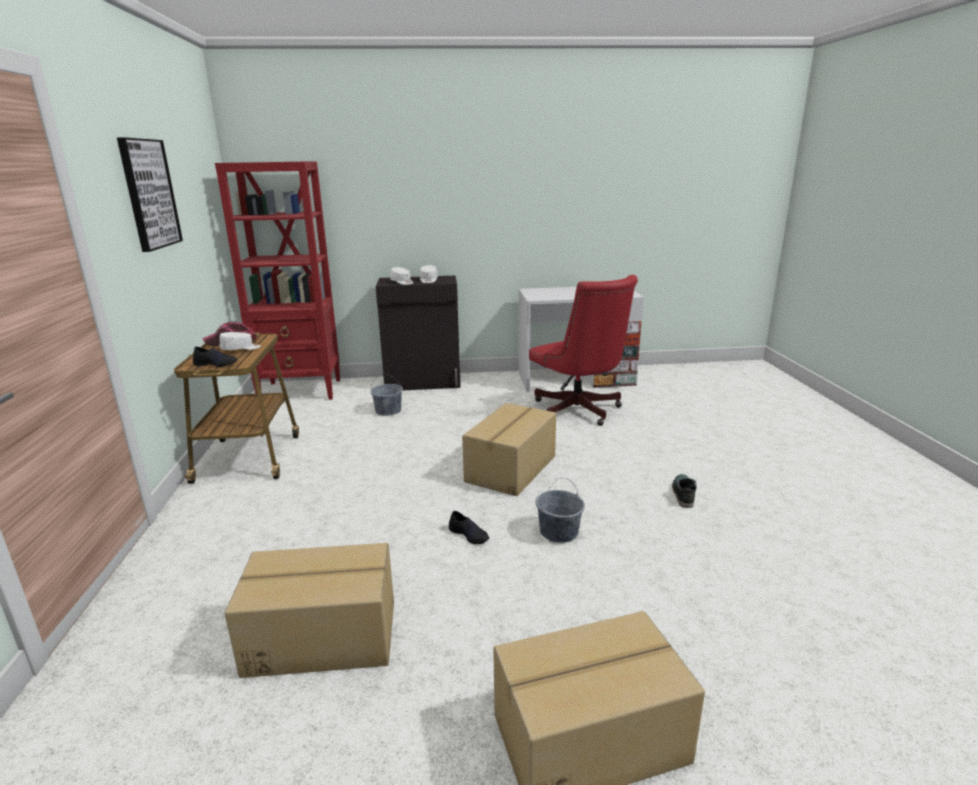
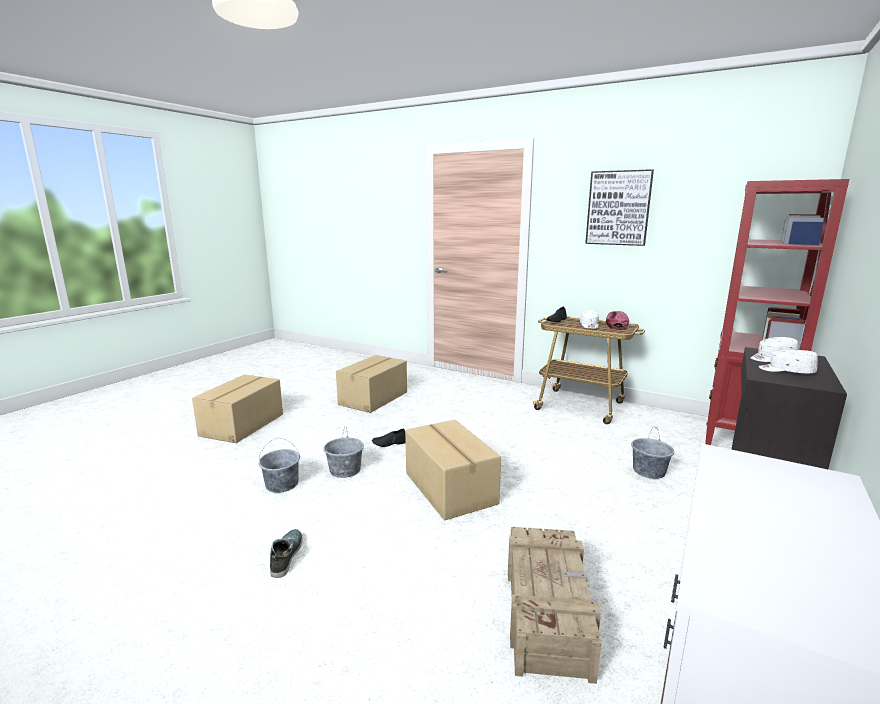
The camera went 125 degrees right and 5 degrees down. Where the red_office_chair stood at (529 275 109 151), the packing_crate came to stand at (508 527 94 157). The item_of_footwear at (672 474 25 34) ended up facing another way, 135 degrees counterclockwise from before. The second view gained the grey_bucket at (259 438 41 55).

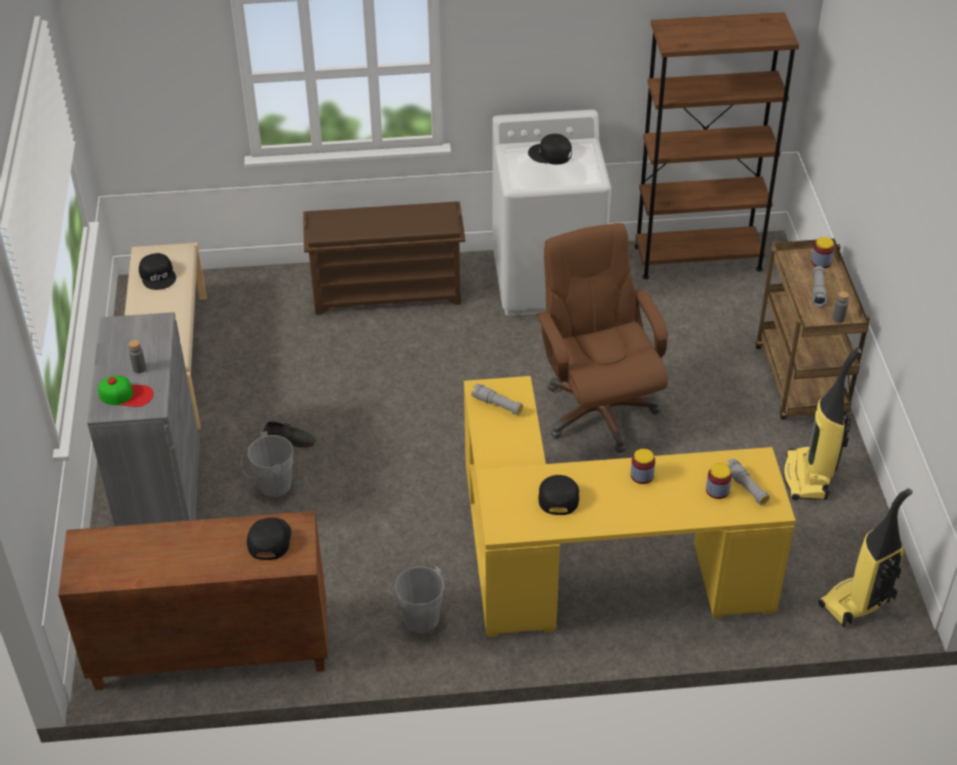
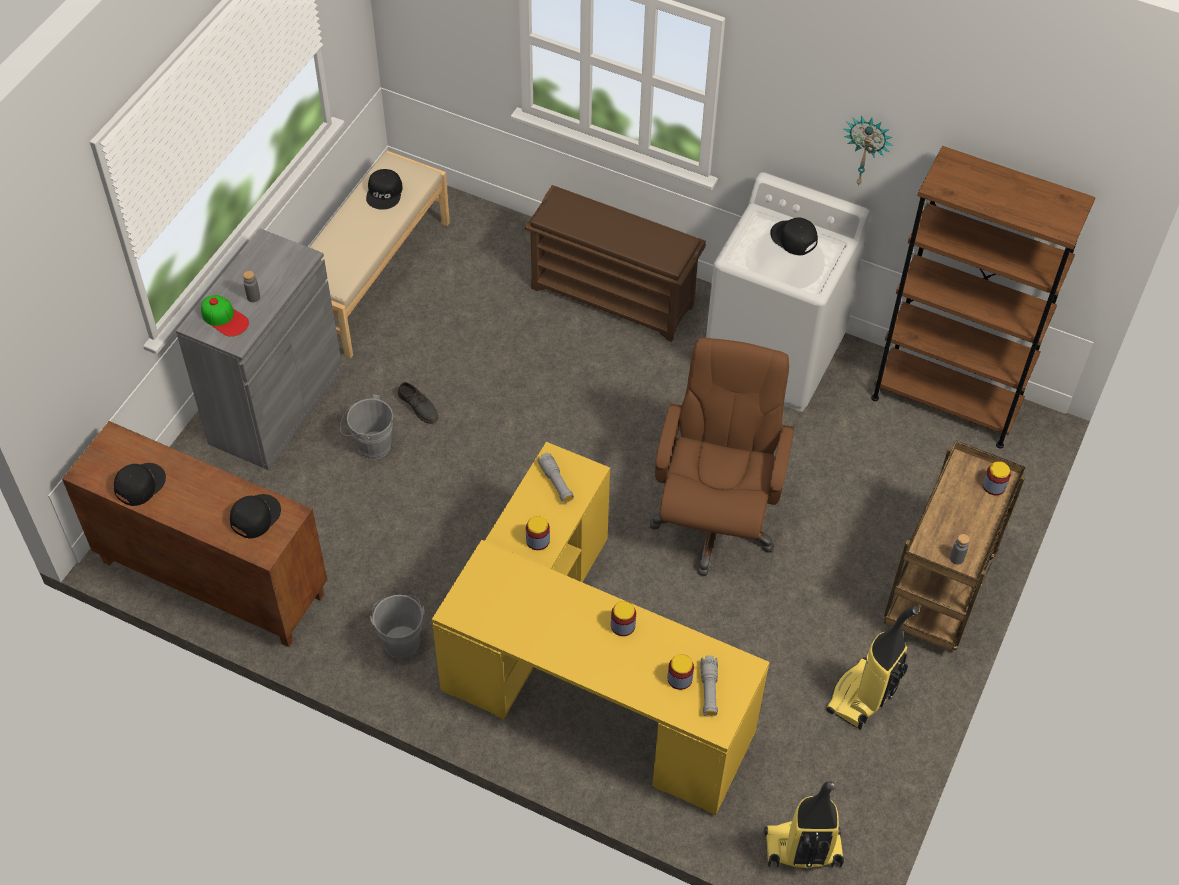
The camera went 30 degrees right and 10 degrees up. The blackish_baseball_cap ended up elsewhere, having gone from (538 475 41 40) to (114 463 52 43). The second view lost the grey_hand_torch at (812 266 15 41). The second view gained the storage_jar at (526 516 24 34). The second view gained the clock_on_the_wall at (844 115 49 71).

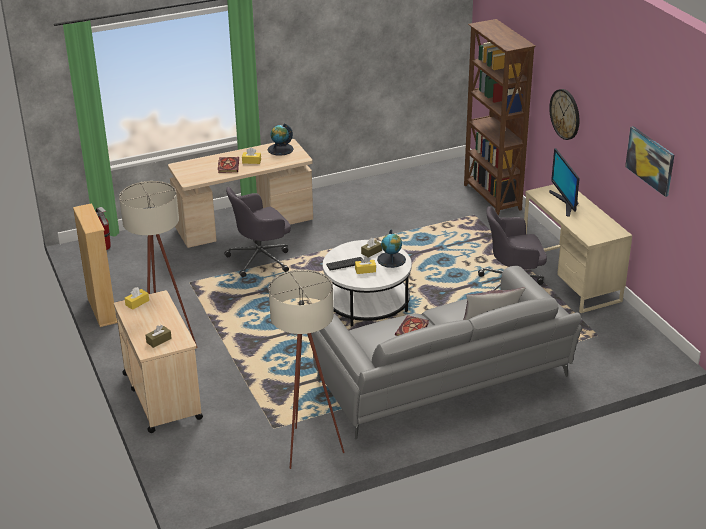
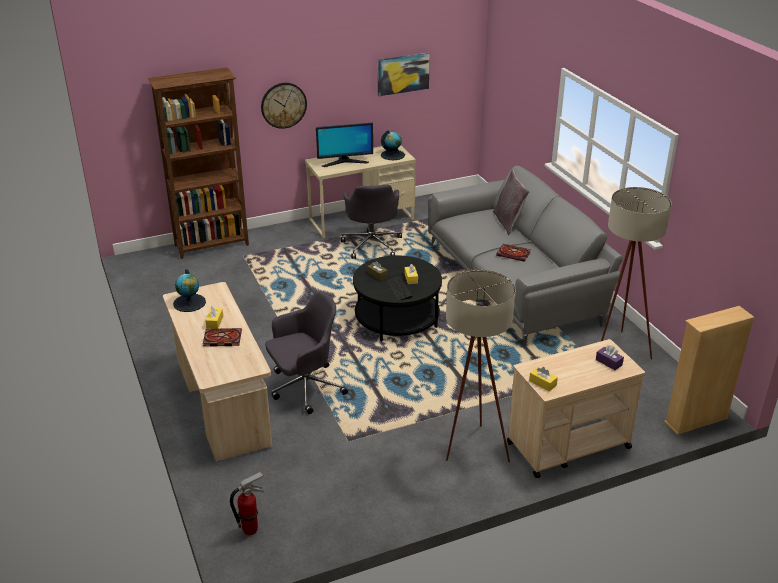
The camera went 90 degrees left and 0 degrees up. The sand-coloured_bookcase ended up elsewhere, having gone from (73 203 44 124) to (664 306 91 129). What was the brown_tissue_box at (145 325 27 23) turned into the purple-coloured_tissue_box at (596 345 28 25). The grey_office_chair at (224 187 67 90) ended up facing another way, 90 degrees counterclockwise from before. What was the white-coloured_lounge_table at (323 240 89 87) turned into the blackish_lounge_table at (353 255 89 86). The globe ended up elsewhere, having gone from (377 230 29 38) to (381 130 24 30).

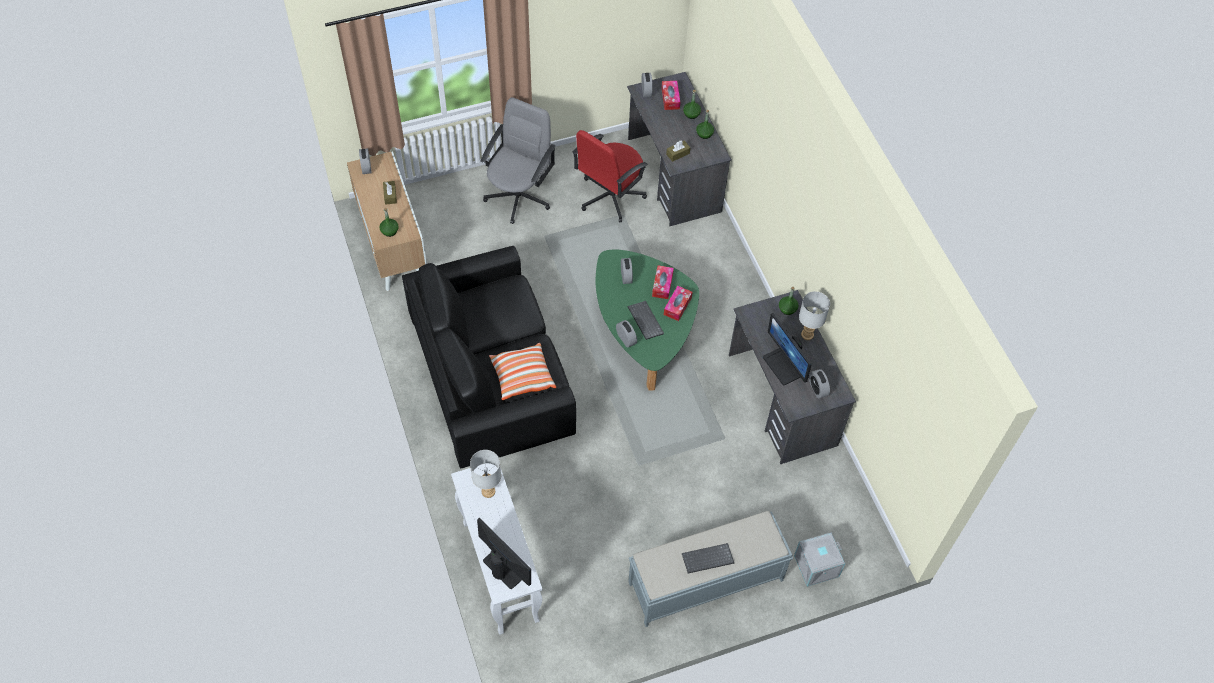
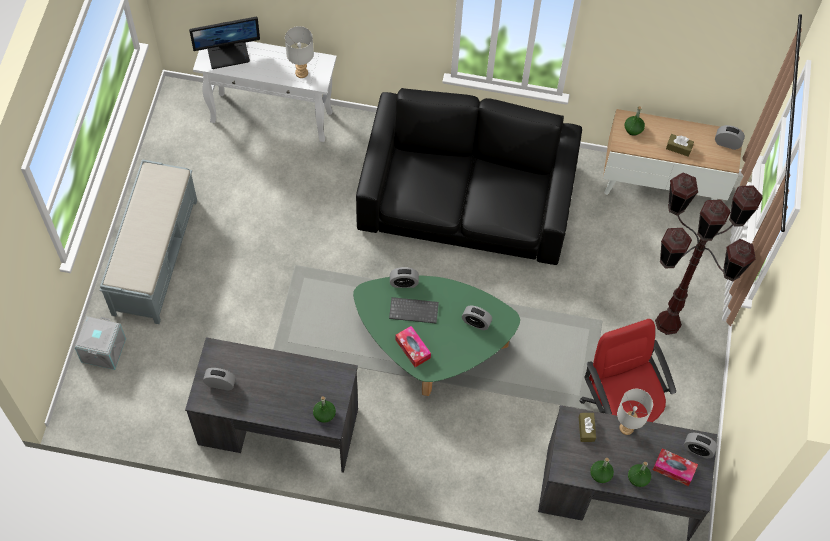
The camera went 120 degrees right and 5 degrees up. Where the grey_office_chair stood at (481 97 75 127), the brown_standing_lamp came to stand at (655 172 107 163). The second view lost the cushion at (489 343 67 57). The second view lost the tissue_box at (652 265 22 34). The second view lost the computer_keyboard at (682 543 52 31). The second view lost the computer_screen at (763 313 49 72). The grey_tabletop_lamp ended up elsewhere, having gone from (799 291 31 49) to (617 389 36 46).

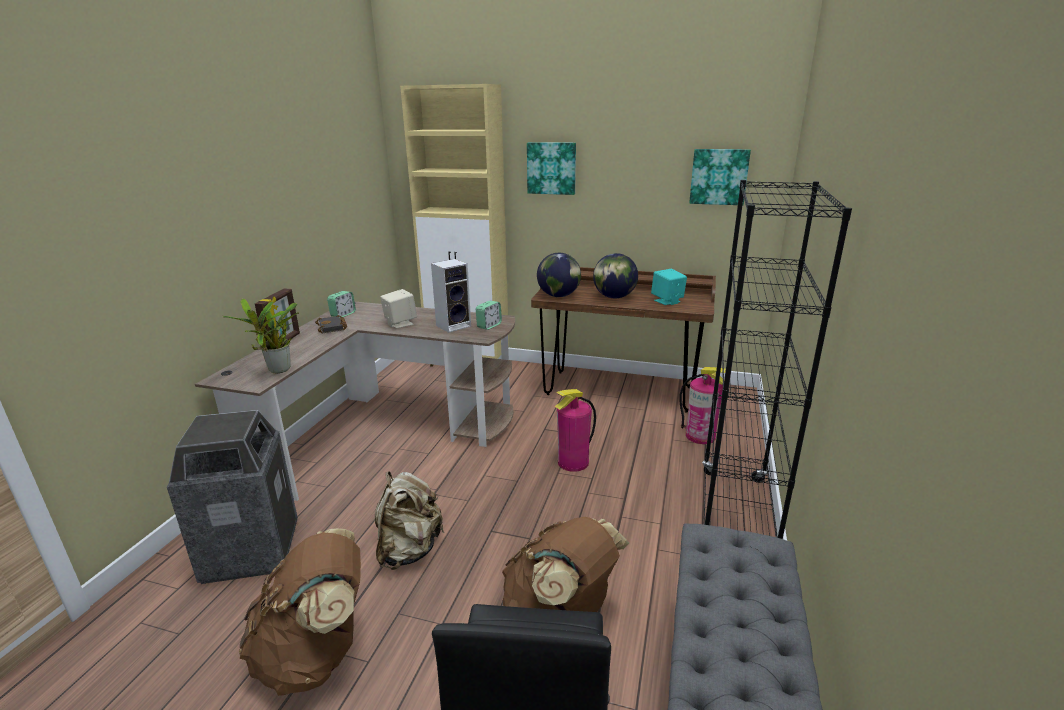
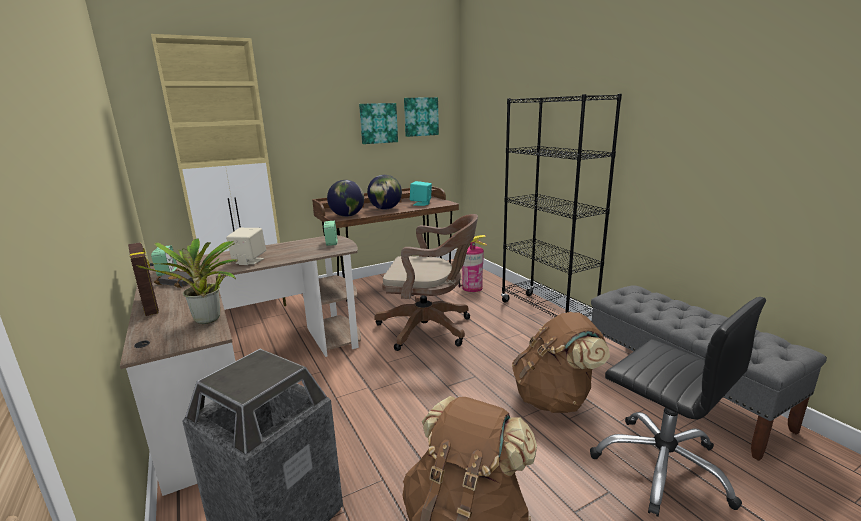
The camera went 45 degrees left and 5 degrees down. The second view lost the sand-coloured_rucksack at (375 471 69 99). The second view lost the speaker at (431 259 40 74). The wall_picture ended up elsewhere, having gone from (527 142 49 53) to (359 103 39 41). Where the fire-fighting_cylinder stood at (555 389 41 83), the brown_office_chair came to stand at (374 214 104 137).

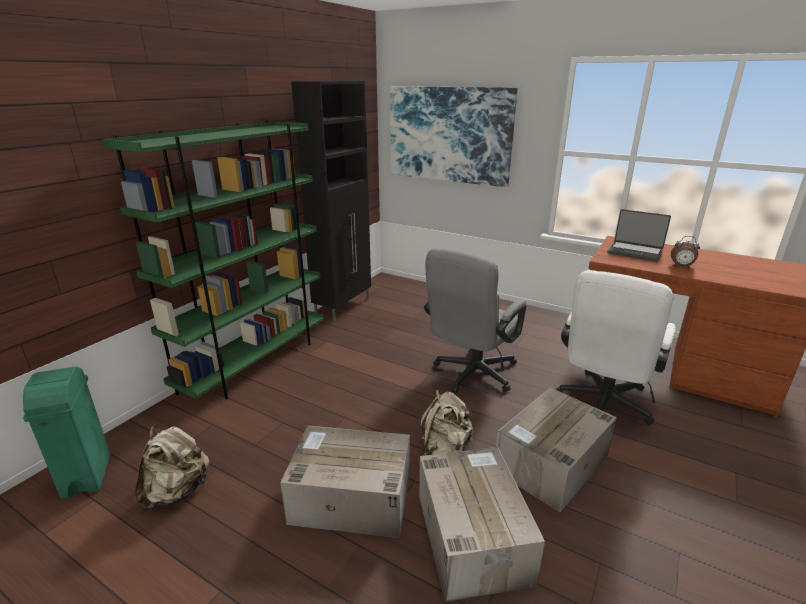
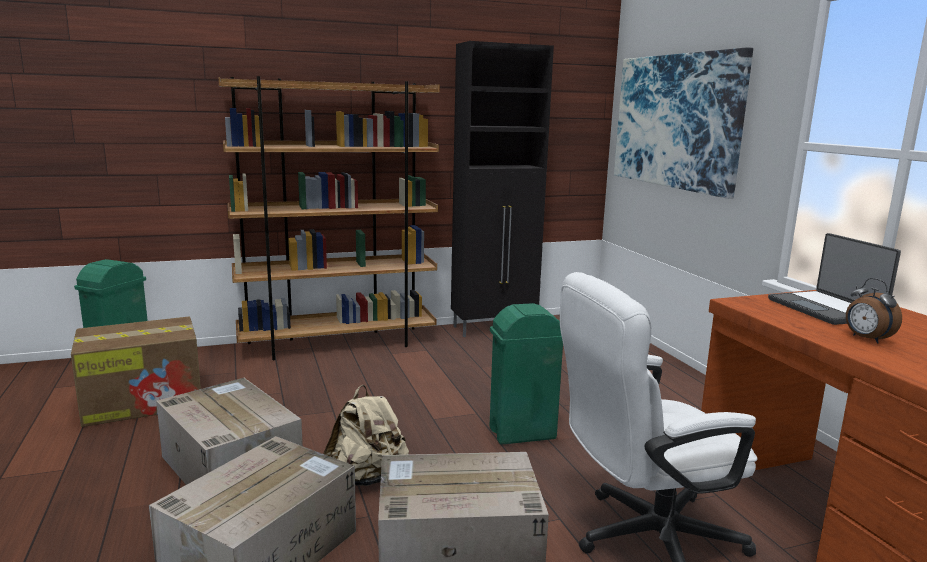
The camera went 40 degrees right and 10 degrees down. What was the greenish_bookcase at (103 120 221 280) turned into the brown_bookcase at (218 76 222 284). Where the sand-coloured_rucksack stood at (135 425 74 84), the cardboard_box came to stand at (71 317 130 110). Where the grey_office_chair stood at (424 248 102 145), the greenish_trash_can came to stand at (490 303 73 142).

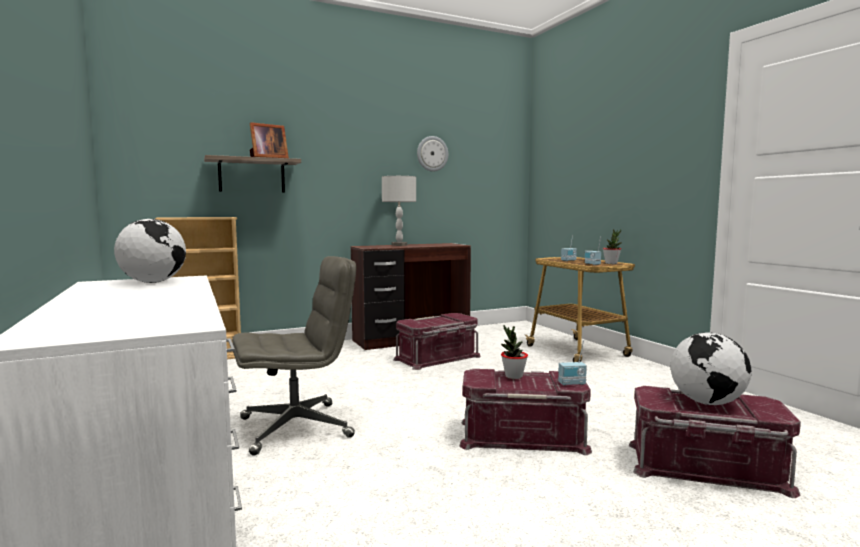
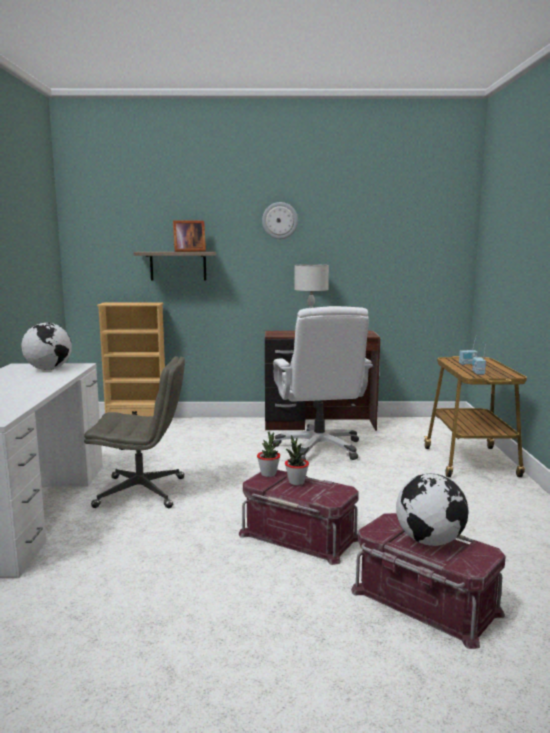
The camera went 25 degrees right and 5 degrees up. Where the red_storage_box stood at (393 313 88 57), the white-coloured_office_chair came to stand at (273 306 100 154). The clock_on_the_wall ended up elsewhere, having gone from (417 136 31 36) to (262 202 36 37). The second view lost the radio_receiver at (558 340 29 46). The plant_in_a_pot ended up elsewhere, having gone from (603 229 19 35) to (257 431 23 46).

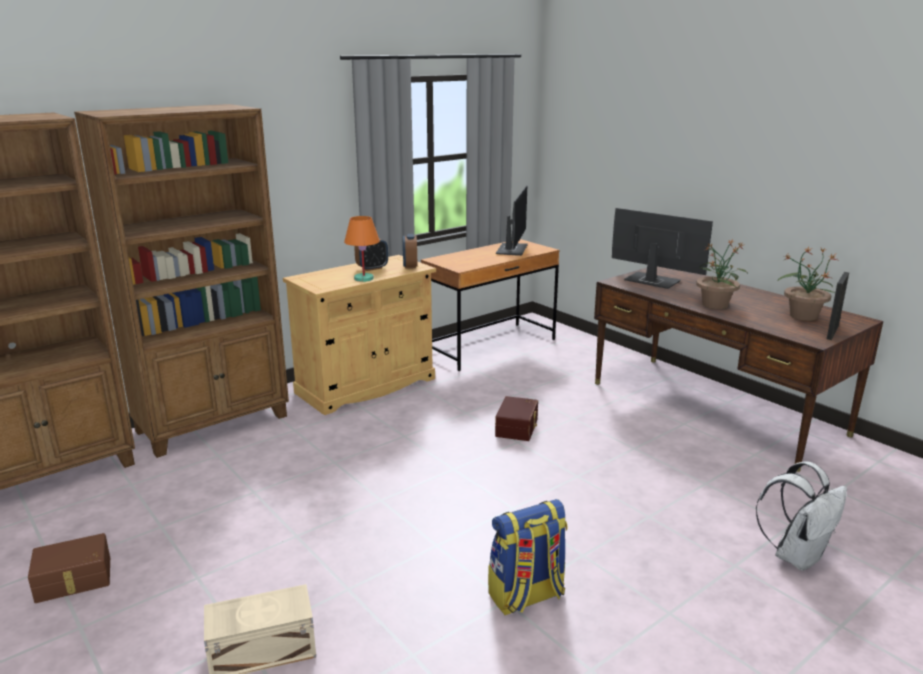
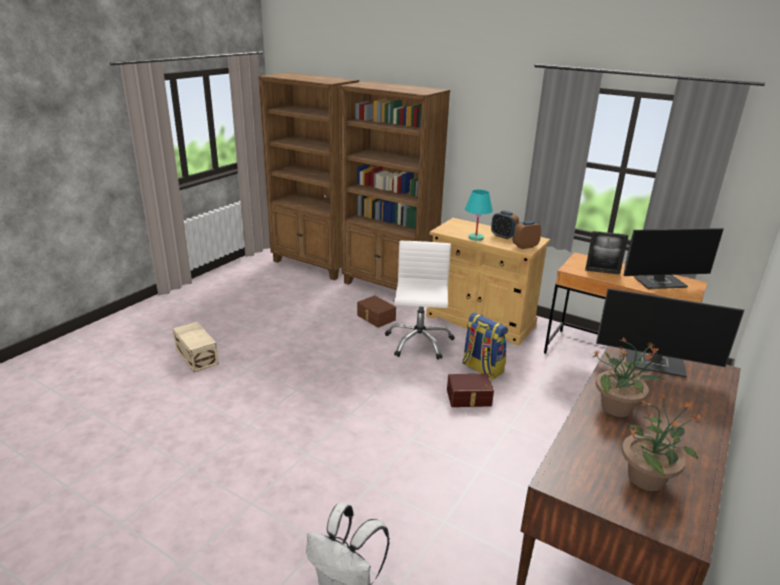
The camera went 70 degrees right and 5 degrees up. The brown_storage_box ended up elsewhere, having gone from (28 533 82 70) to (357 295 39 33). What was the orange_tabletop_lamp at (344 216 36 66) turned into the turquoise-coloured_tabletop_lamp at (465 190 28 51). The rucksack ended up elsewhere, having gone from (488 499 80 116) to (462 313 46 67). The computer_screen at (612 208 101 81) ended up facing another way, 90 degrees clockwise from before. The picture_frame ended up elsewhere, having gone from (827 272 22 68) to (585 231 43 44). The second view gained the white-coloured_office_chair at (385 241 70 119).

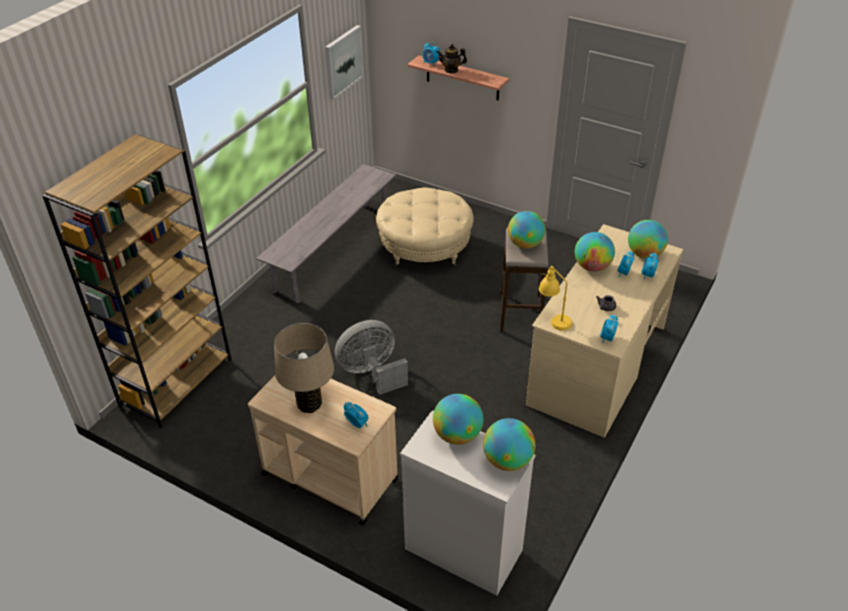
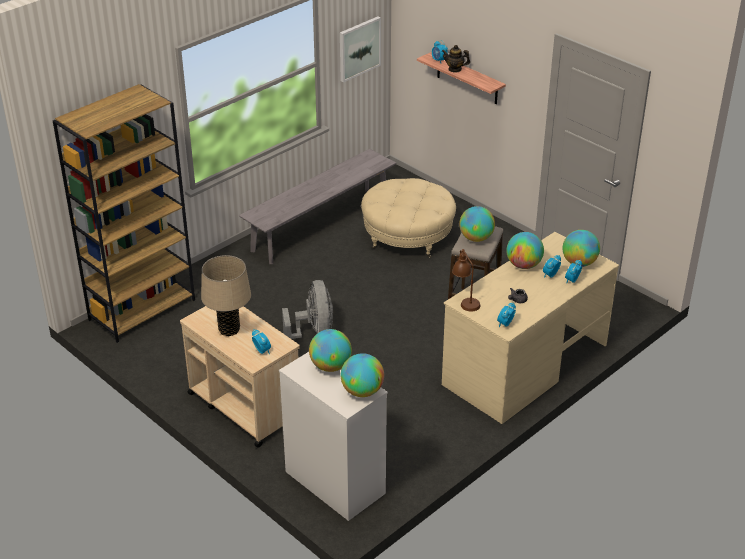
The camera went 15 degrees right and 5 degrees down. The grey_fan at (335 320 73 75) ended up facing another way, 90 degrees clockwise from before. What was the yellow-coloured_tabletop_lamp at (539 266 33 65) turned into the brown_tabletop_lamp at (452 249 28 63).

